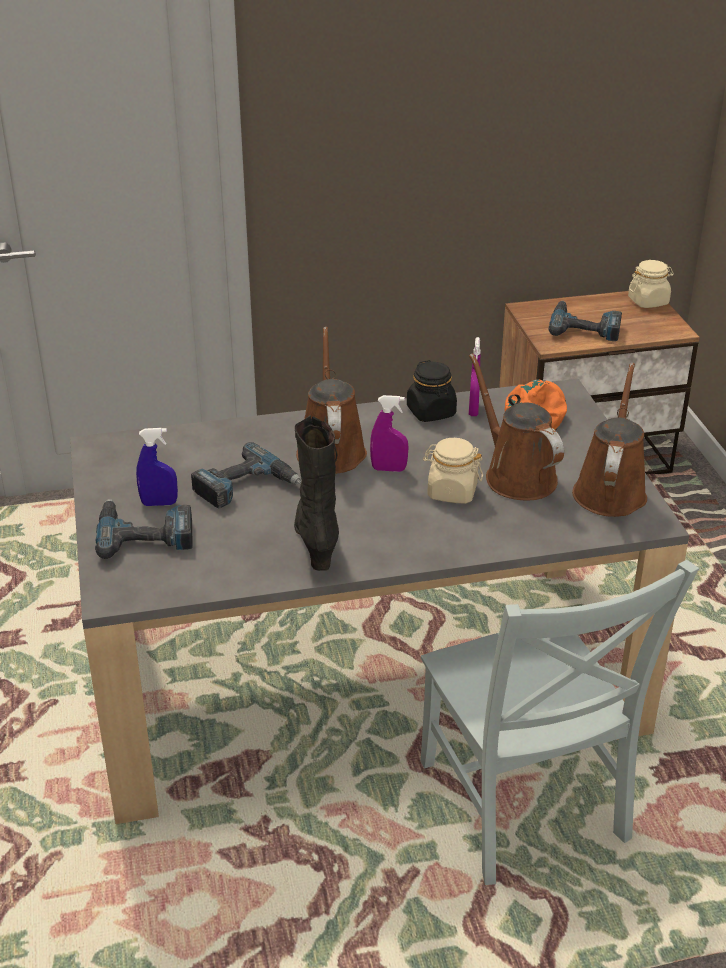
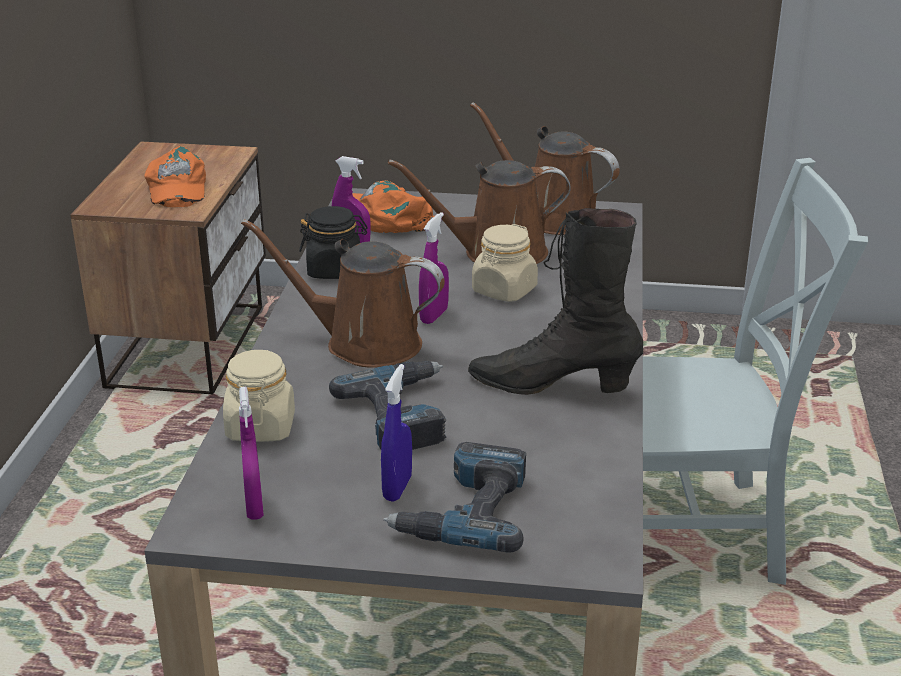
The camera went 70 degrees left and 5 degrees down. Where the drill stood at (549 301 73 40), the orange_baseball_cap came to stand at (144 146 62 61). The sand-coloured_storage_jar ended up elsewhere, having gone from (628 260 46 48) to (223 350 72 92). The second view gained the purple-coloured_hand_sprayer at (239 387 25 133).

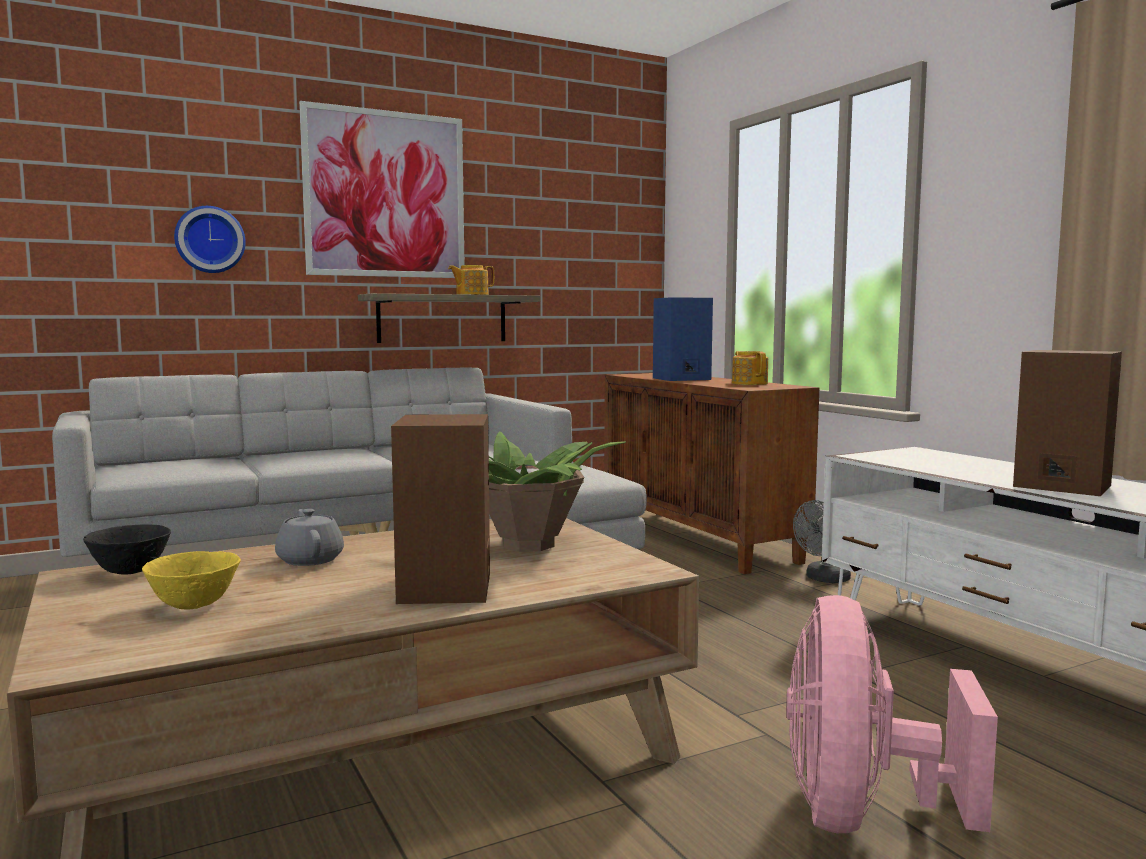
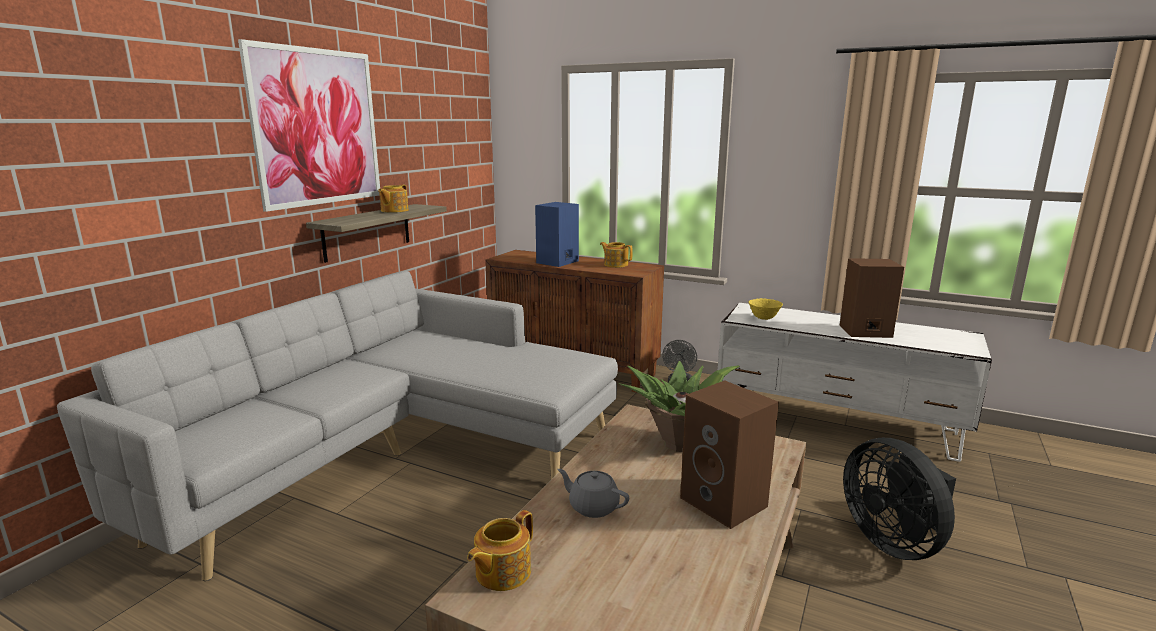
The camera went 35 degrees left and 10 degrees up. Where the blackish_bowl stood at (83 524 88 50), the pot_for_tea came to stand at (467 510 66 81). The yellow-coloured_bowl ended up elsewhere, having gone from (142 551 99 59) to (749 298 34 22). The second view lost the clock_on_the_wall at (174 206 72 67). What was the pink-coloured_fan at (786 595 212 238) turned into the blackish_fan at (843 438 113 122).

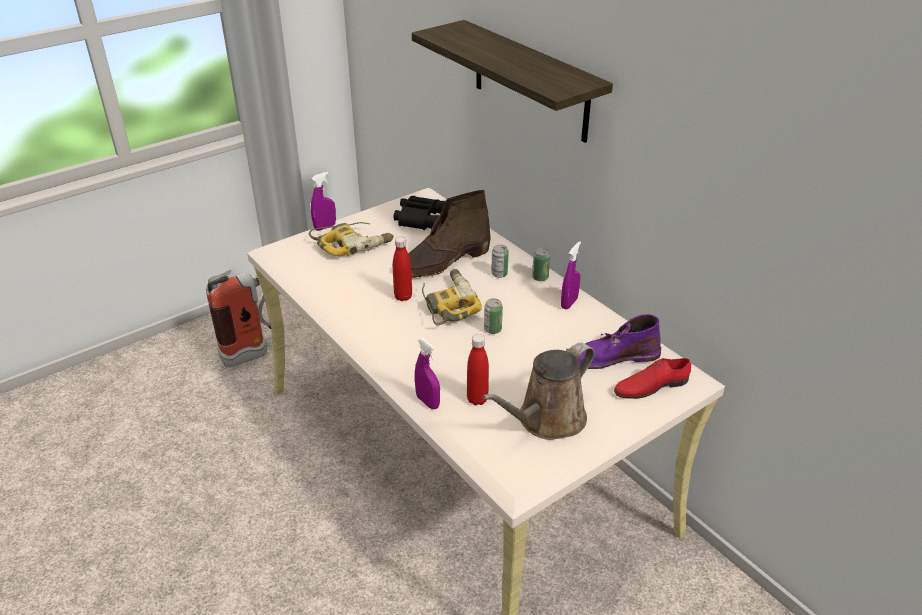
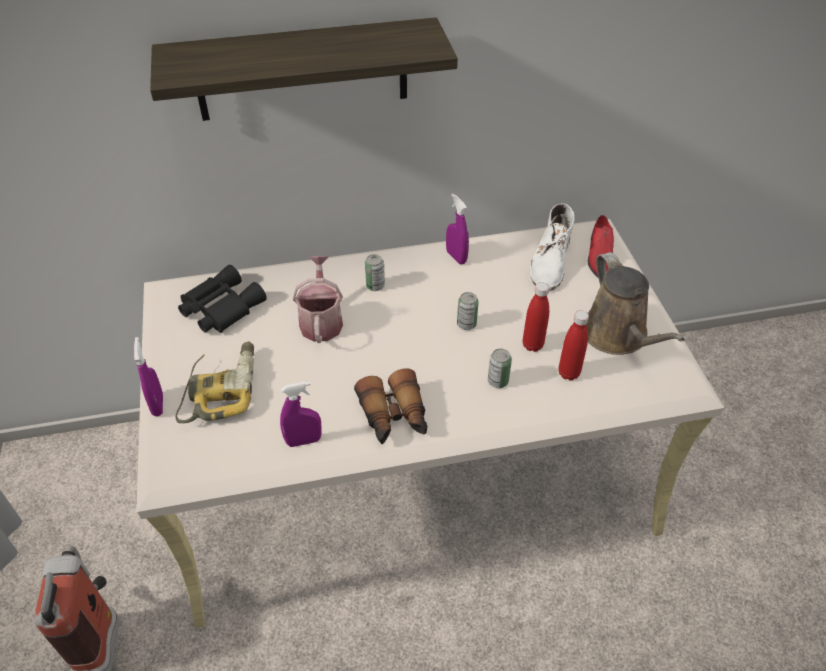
The camera went 65 degrees left and 10 degrees up. The red_drink_bottle ended up elsewhere, having gone from (393 237 19 64) to (523 282 26 70). Where the brown_tall_boot stood at (408 190 83 88), the watering_can came to stand at (293 256 50 87). The purple-coloured_hand_sprayer ended up elsewhere, having gone from (415 338 25 71) to (280 381 42 66). The second view lost the drill at (422 269 60 56). The sealed_can ended up elsewhere, having gone from (532 248 18 33) to (488 349 24 39). What was the purple-coloured_tall_boot at (577 314 84 55) turned into the white-coloured_tall_boot at (529 203 46 87). The second view gained the field_glasses at (354 368 73 76).

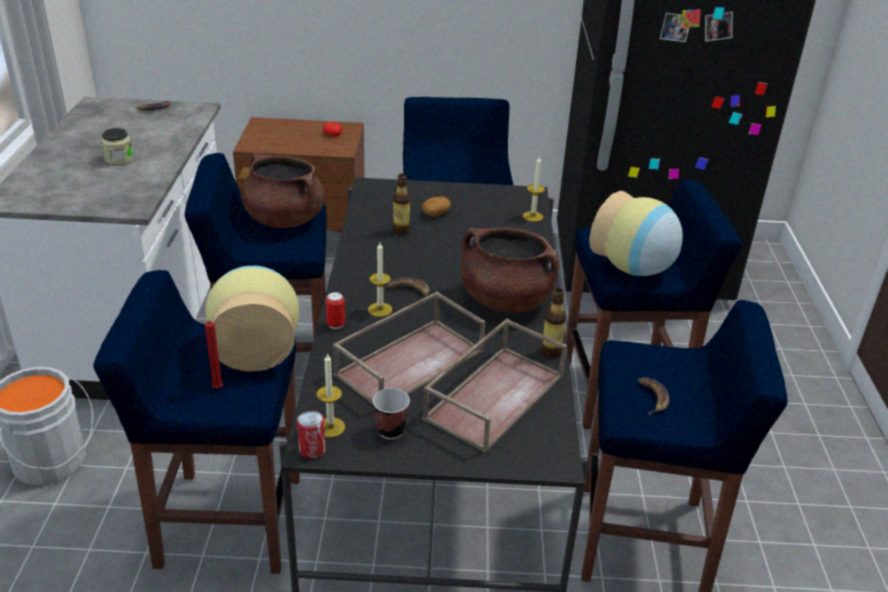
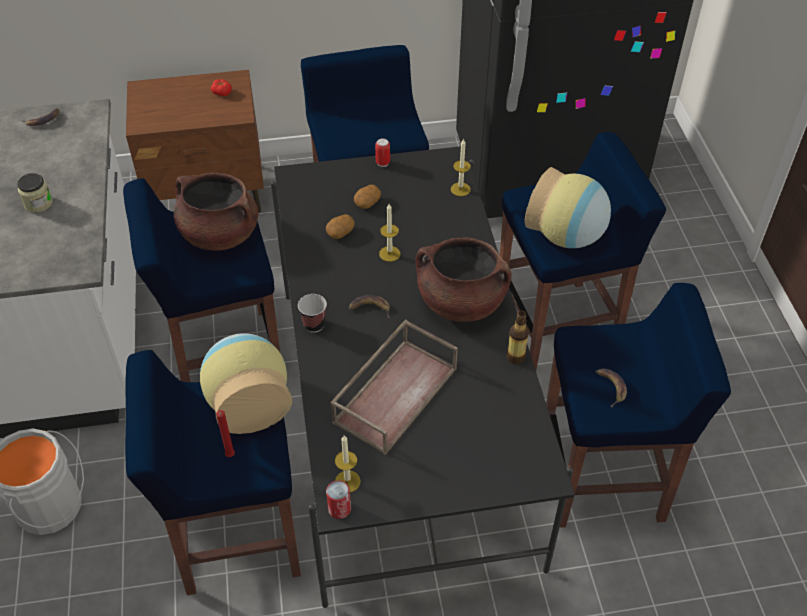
The camera went 10 degrees left and 15 degrees up. The sealed_can ended up elsewhere, having gone from (326 292 19 37) to (375 138 15 29). The candle ended up elsewhere, having gone from (368 243 24 74) to (379 204 21 58). The drinking_cup ended up elsewhere, having gone from (373 388 37 51) to (298 294 29 39). Where the drink_bottle stood at (393 174 17 61), the spud came to stand at (326 214 29 25). The second view lost the brown_serving_tray at (422 319 145 134).

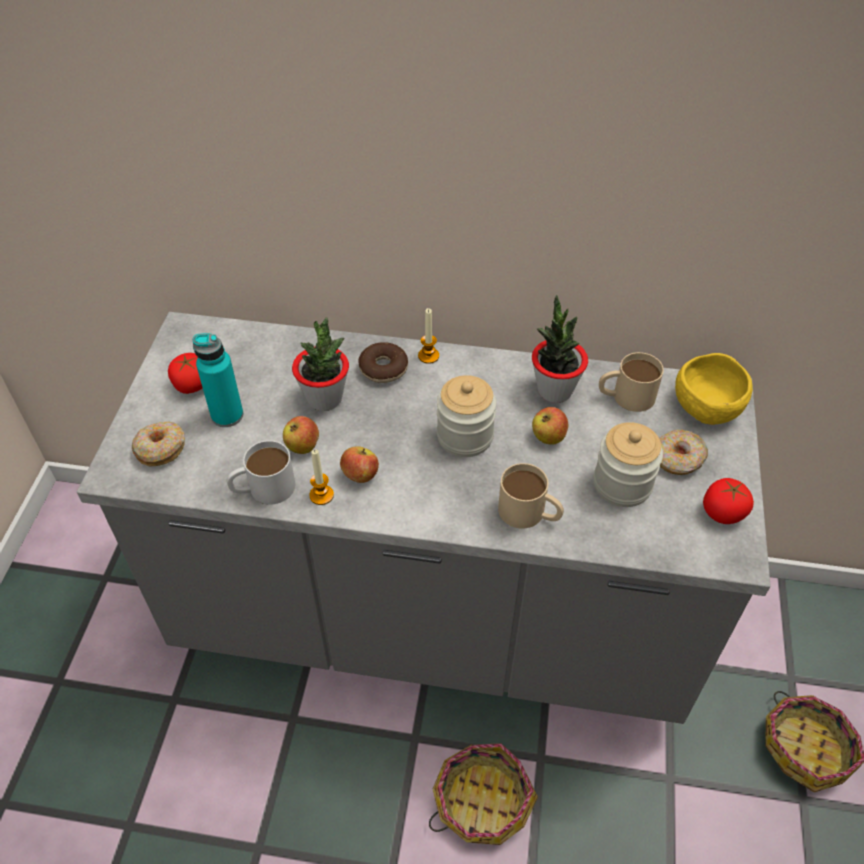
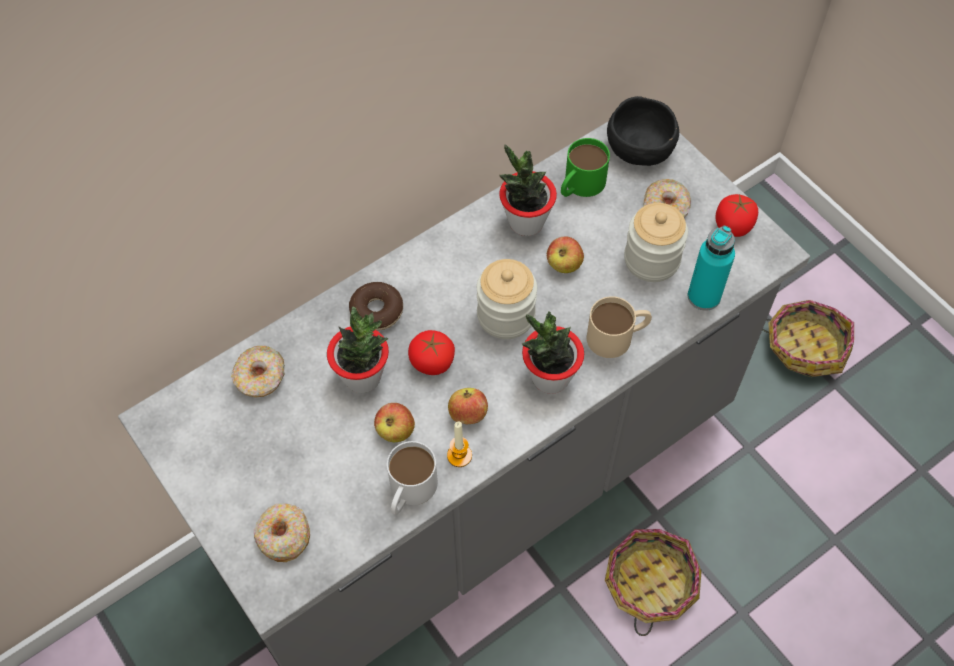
The camera went 45 degrees left and 10 degrees up. The tomato ended up elsewhere, having gone from (168 353 35 41) to (408 330 47 45). The turquoise-coloured_drink_bottle ended up elsewhere, having gone from (193 333 50 94) to (688 226 47 85). The second view lost the candle at (418 308 21 56). What was the sand-coloured_tea_mug at (599 352 65 60) turned into the greenish_tea_mug at (561 138 49 59). What was the yellow-coloured_bowl at (675 353 78 72) turned into the blackish_bowl at (607 96 72 70). The second view gained the doughnut at (231 346 54 52). The second view gained the plant_in_a_pot at (522 312 62 82).

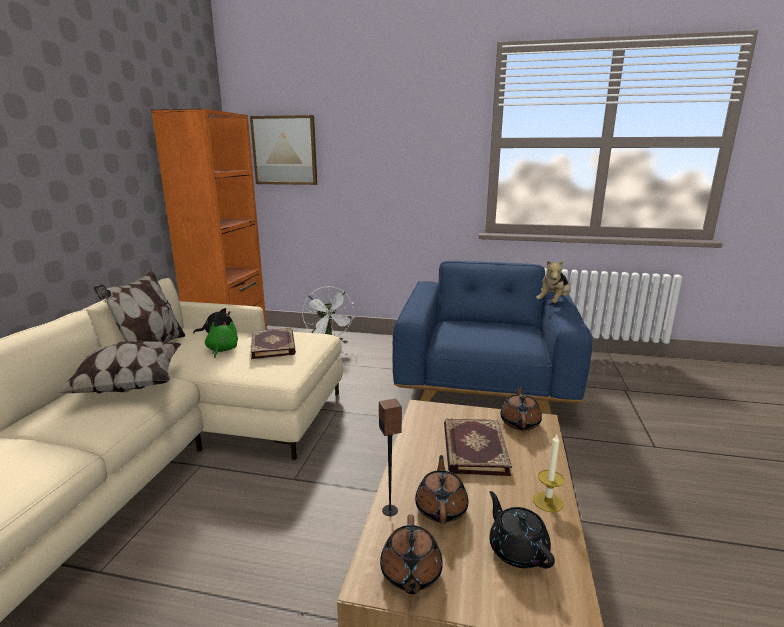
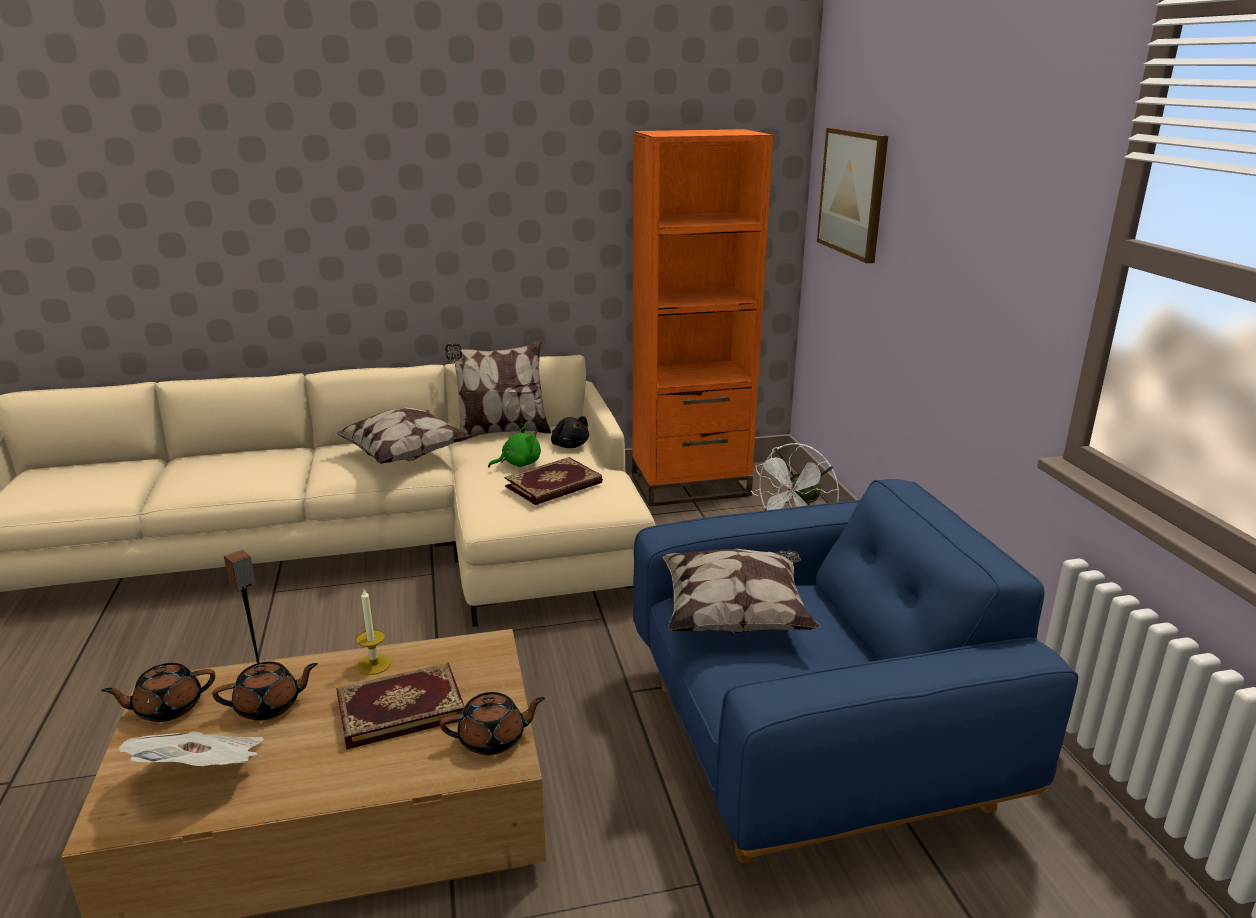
The camera went 65 degrees right and 5 degrees up. Where the blackish_pot_for_tea stood at (489 491 66 78), the printed_paper came to stand at (119 731 145 35). The candle ended up elsewhere, having gone from (533 435 32 78) to (356 589 35 86). The second view lost the plush_toy at (536 259 35 44). The second view gained the cushion at (663 549 158 85).

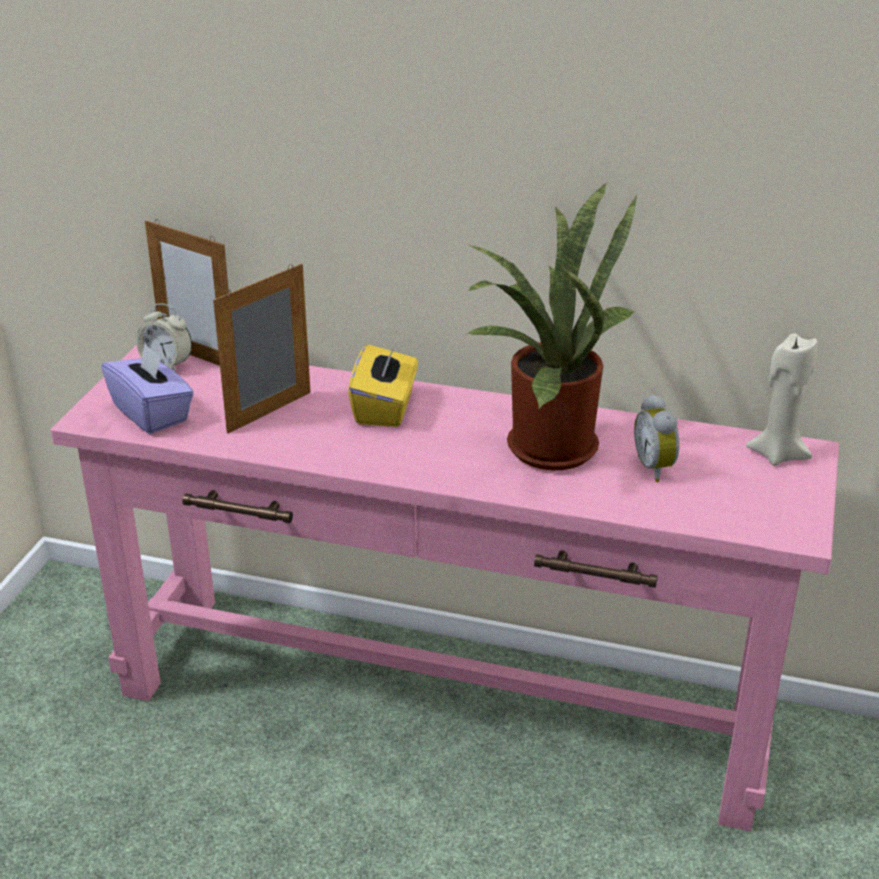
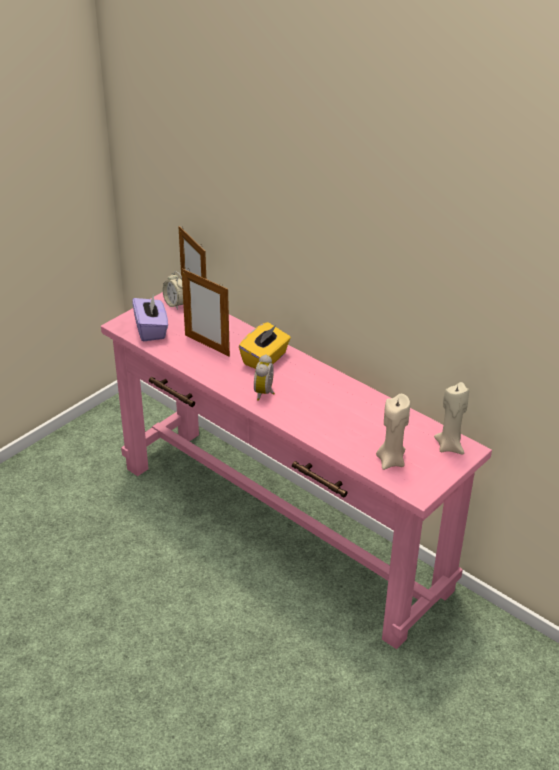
The camera went 25 degrees right and 5 degrees up. The picture_frame at (213 264 98 170) ended up facing another way, 120 degrees counterclockwise from before. The second view lost the plant_in_a_pot at (467 183 170 287). The alarm_clock ended up elsewhere, having gone from (634 394 46 88) to (254 354 21 47). The second view gained the sand-coloured_candle at (376 394 34 76).

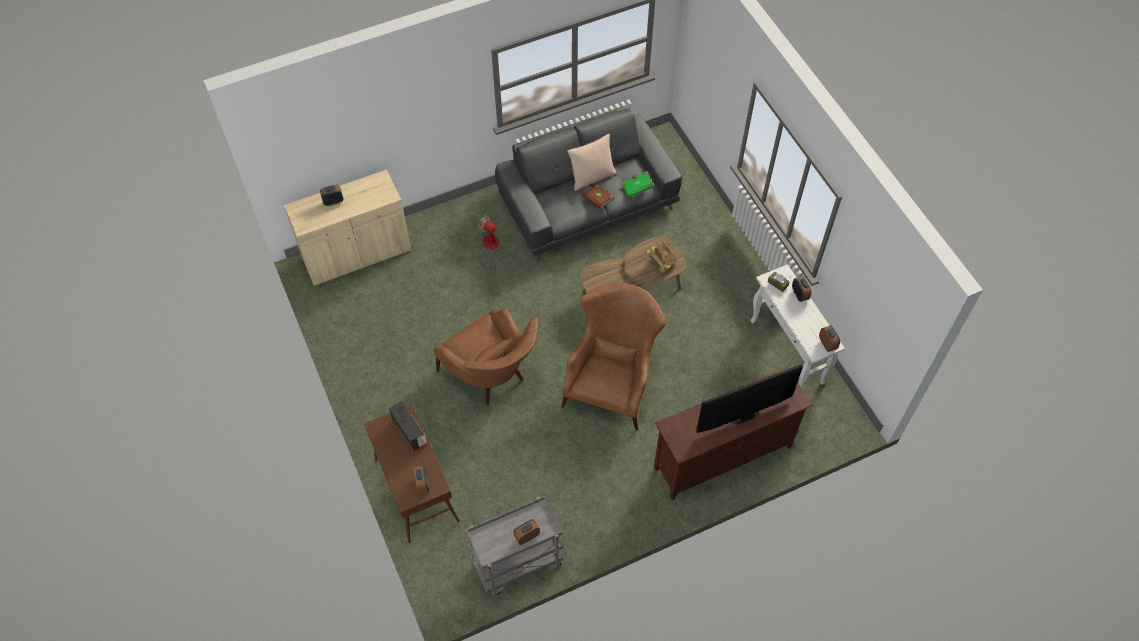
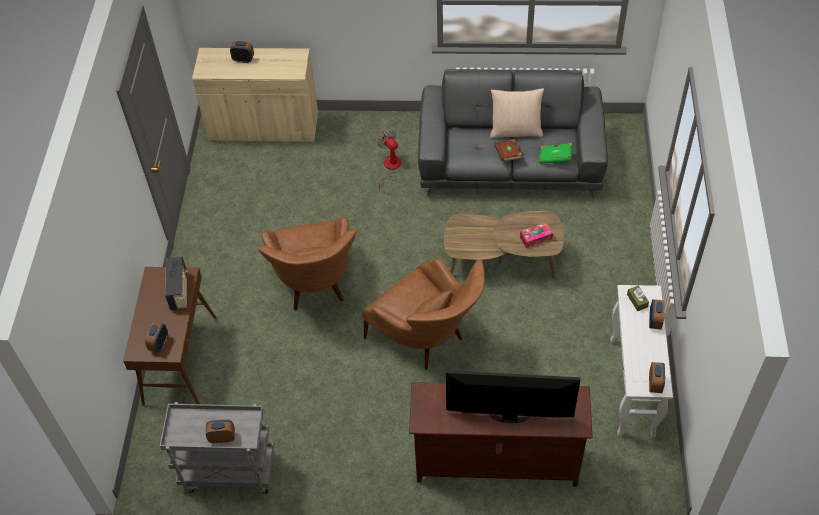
The camera went 30 degrees right and 5 degrees down. The brown_lounge_chair at (561 282 105 148) ended up facing another way, 90 degrees clockwise from before. Where the volume stood at (646 241 32 32), the tissue_box came to stand at (520 222 33 26).

